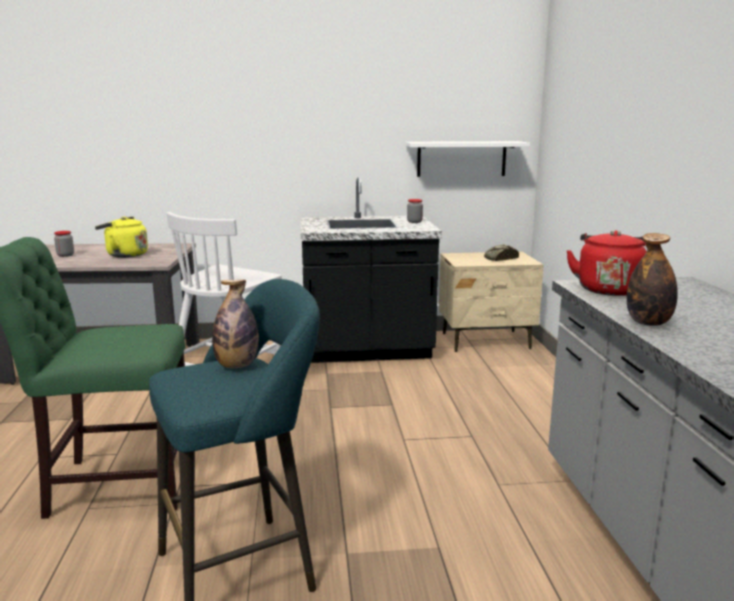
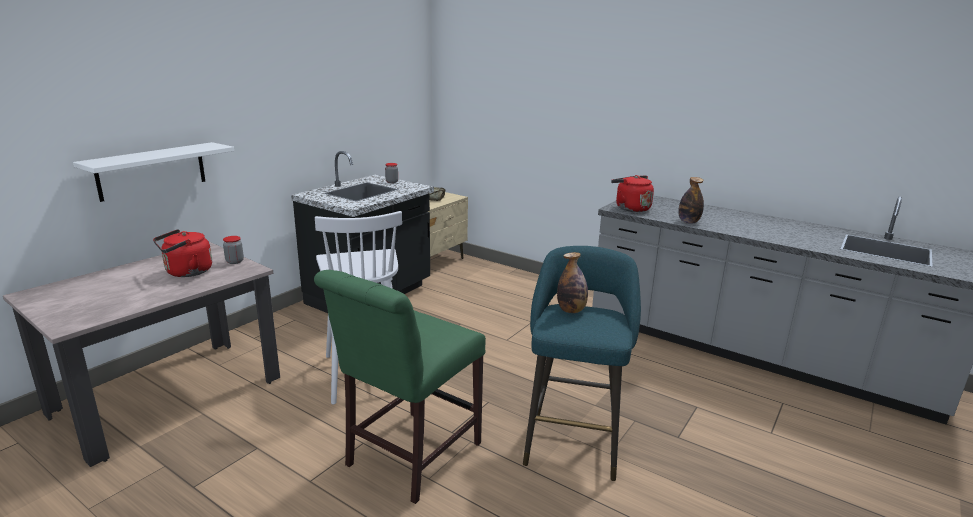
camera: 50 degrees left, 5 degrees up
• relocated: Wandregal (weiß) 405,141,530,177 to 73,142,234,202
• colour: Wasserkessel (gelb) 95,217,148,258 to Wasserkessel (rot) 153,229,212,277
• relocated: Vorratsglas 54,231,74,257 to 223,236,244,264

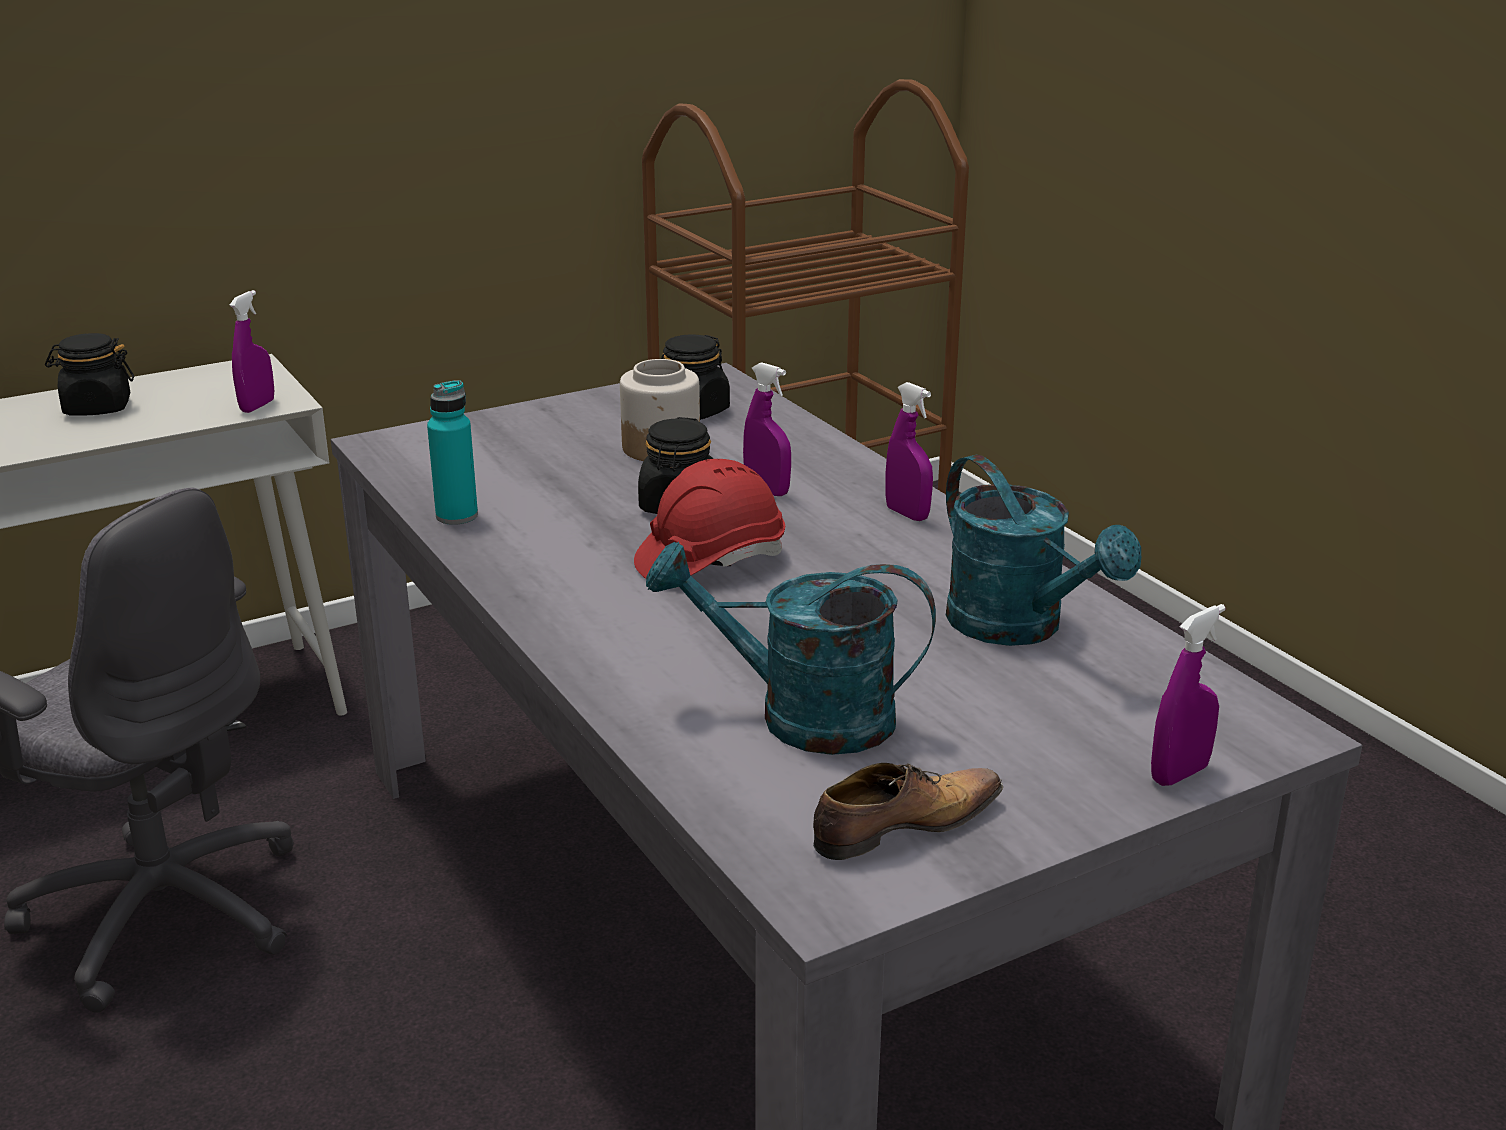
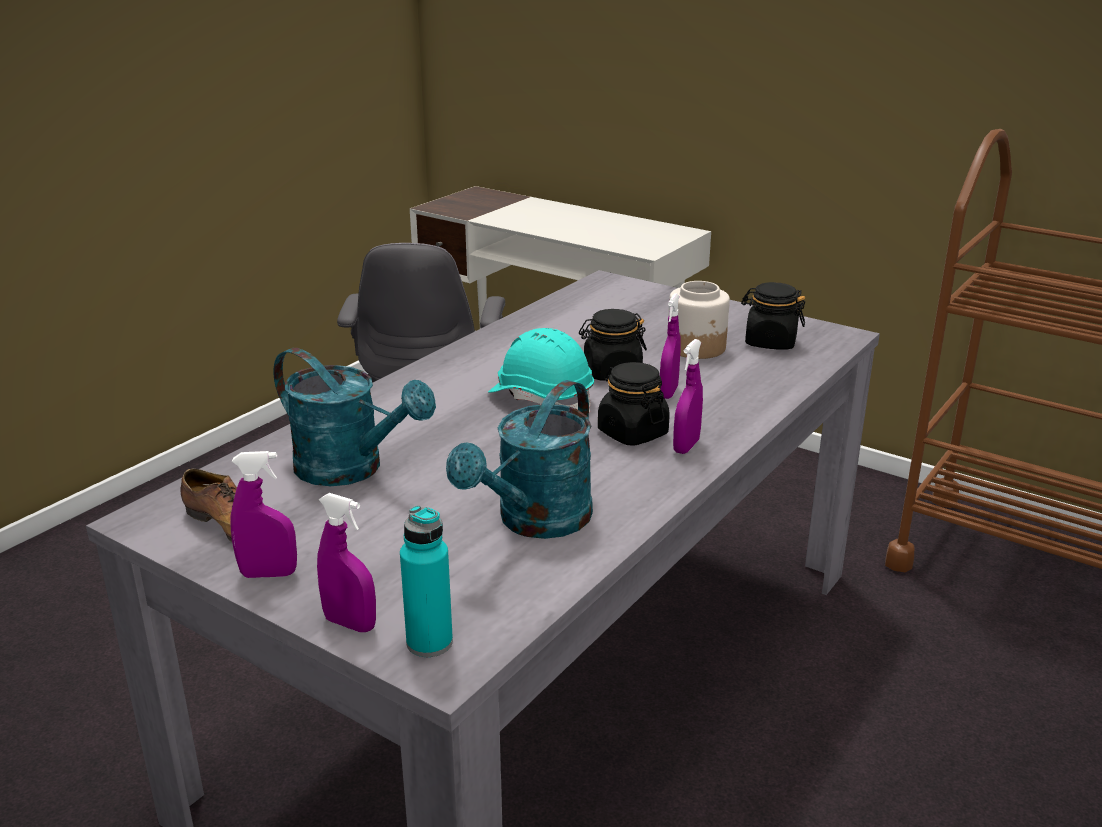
camera: 65 degrees right, 0 degrees up
• relocated: Sprühflasche (lila) 230,290,274,413 to 230,451,297,578
• spun: Gießkanne (türkis) 646,541,936,755 = 273,348,436,486 135 degrees clockwise
• relocated: Flasche (türkis) 427,380,478,525 to 400,505,453,657
• colour: Schutzhelm (rot) 634,459,785,579 to Schutzhelm (türkis) 488,328,594,413
• relocated: Vorratsglas (schwarz) 45,333,134,416 to 598,362,670,446

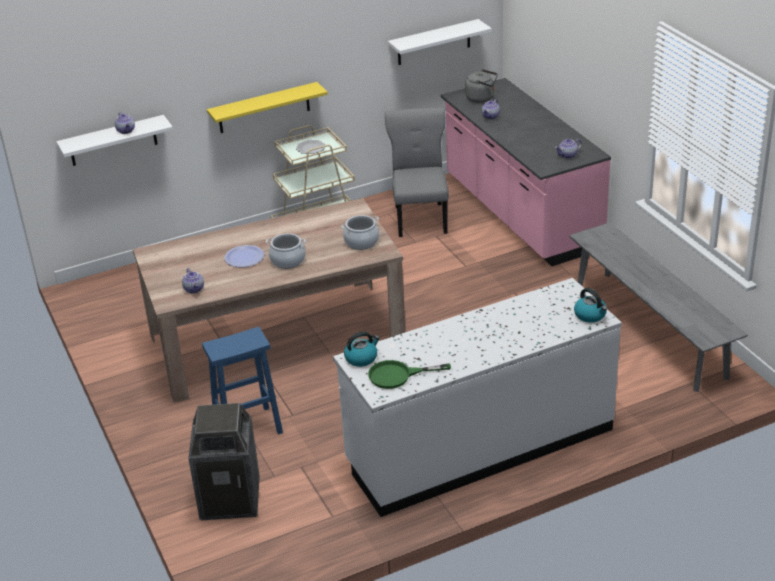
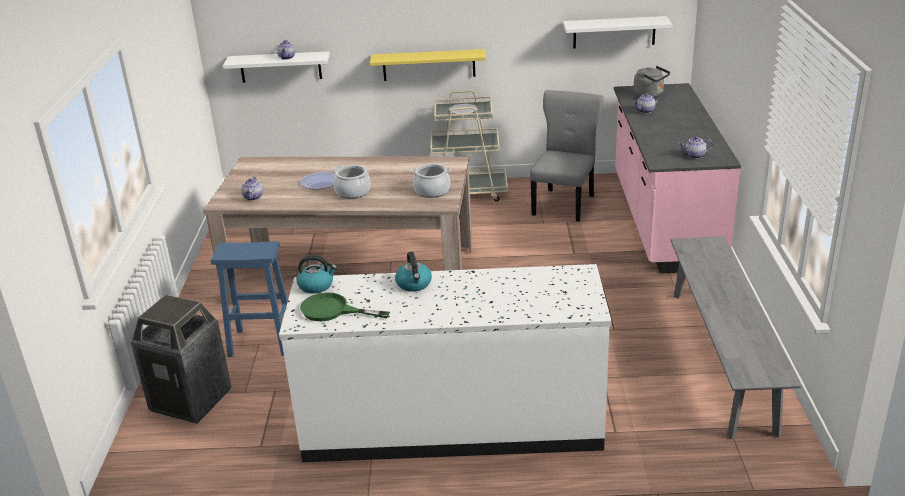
camera: 25 degrees right, 5 degrees down
• relocated: Wasserkessel 574,288,607,323 to 395,252,432,292

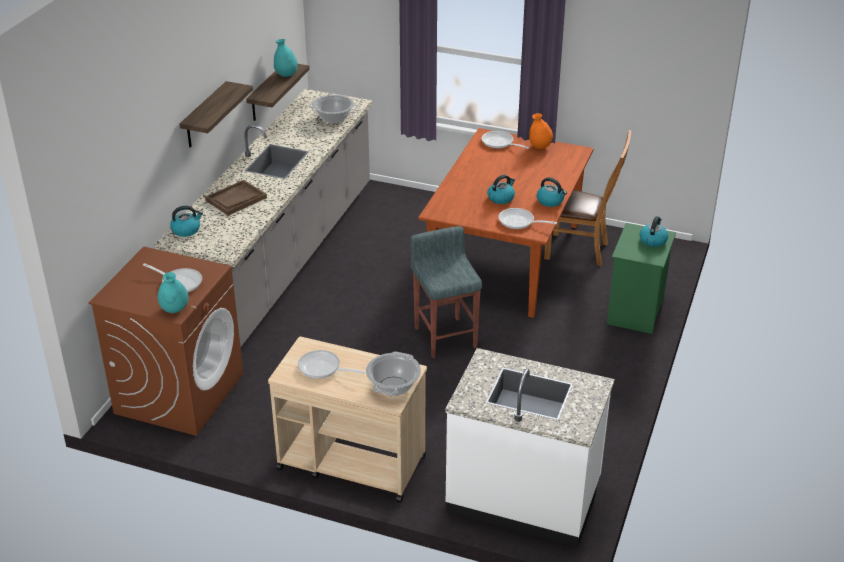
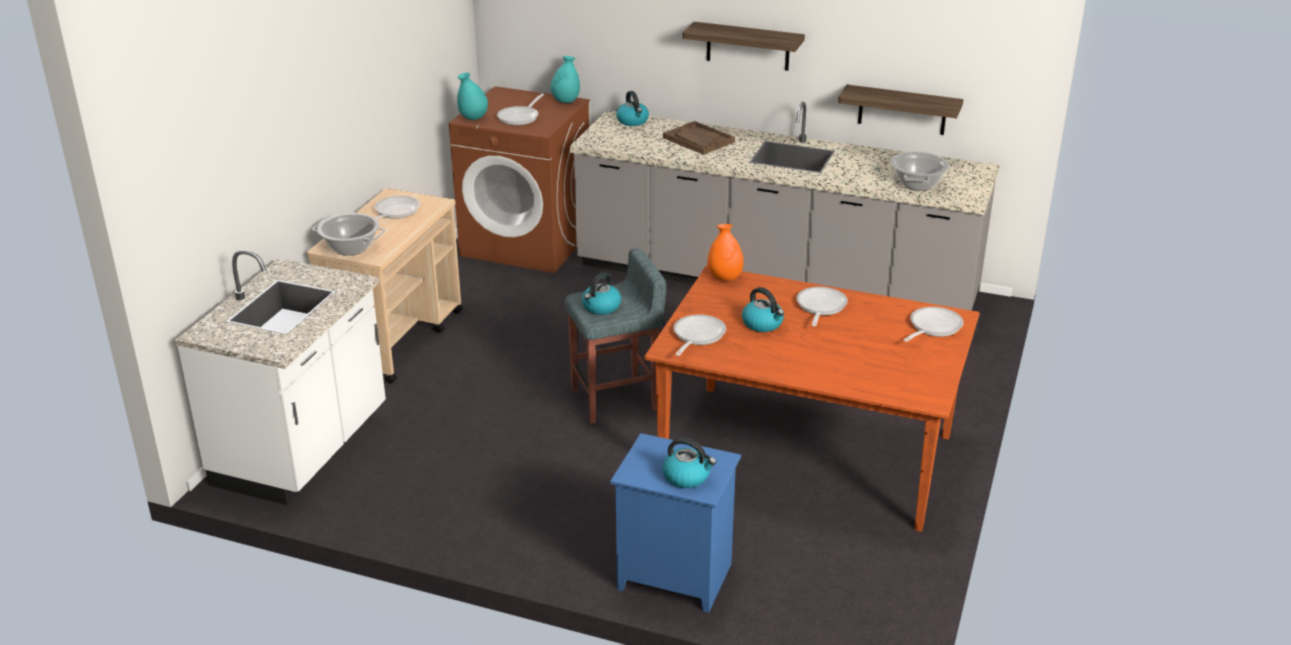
camera: 90 degrees right, 5 degrees down
• relocated: Vase (türkis) 274,39,298,77 to 550,56,580,103
• relocated: Wasserkessel 537,177,567,207 to 582,272,621,315
• colour: Nachttisch (grün) 607,223,676,334 to Nachttisch (blau) 610,433,741,613
• relocated: Vase (orange) 529,113,553,149 to 707,224,744,281
• appeared: Pfanne 796,287,848,326
• missing: Stuhl (braun) 544,130,631,266

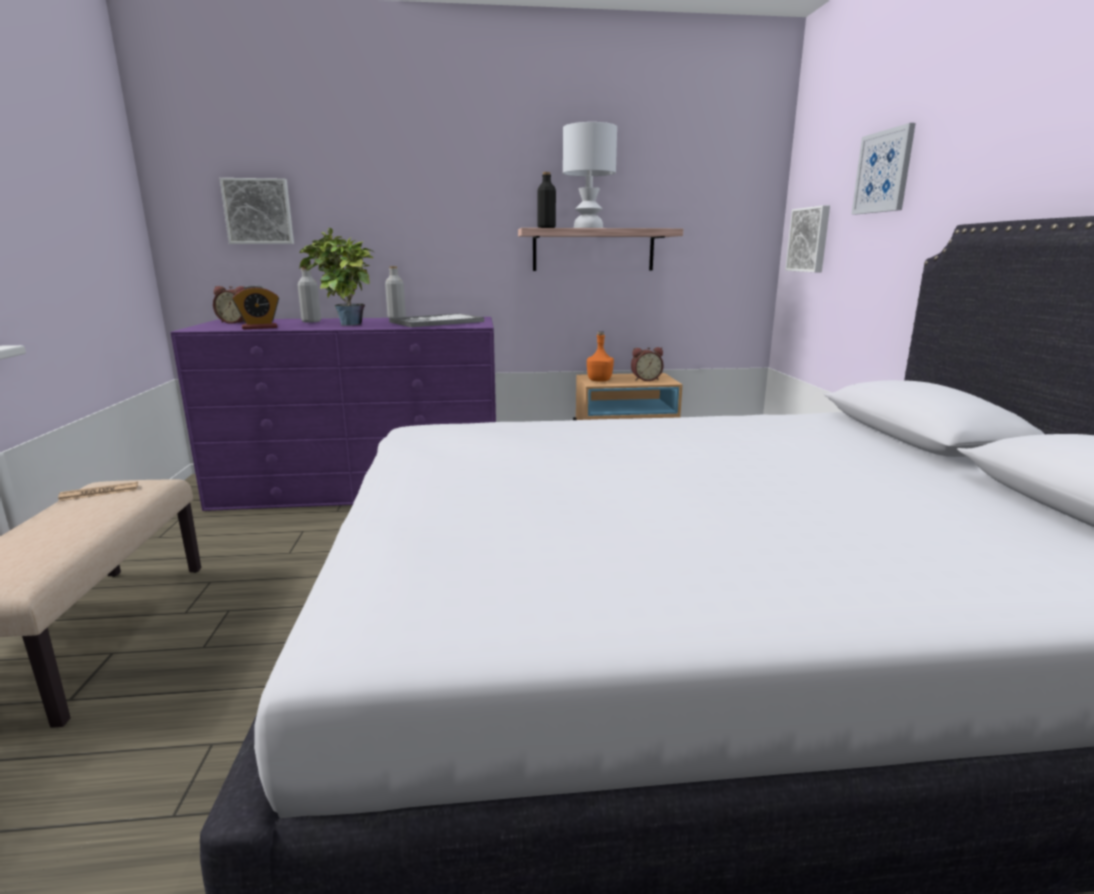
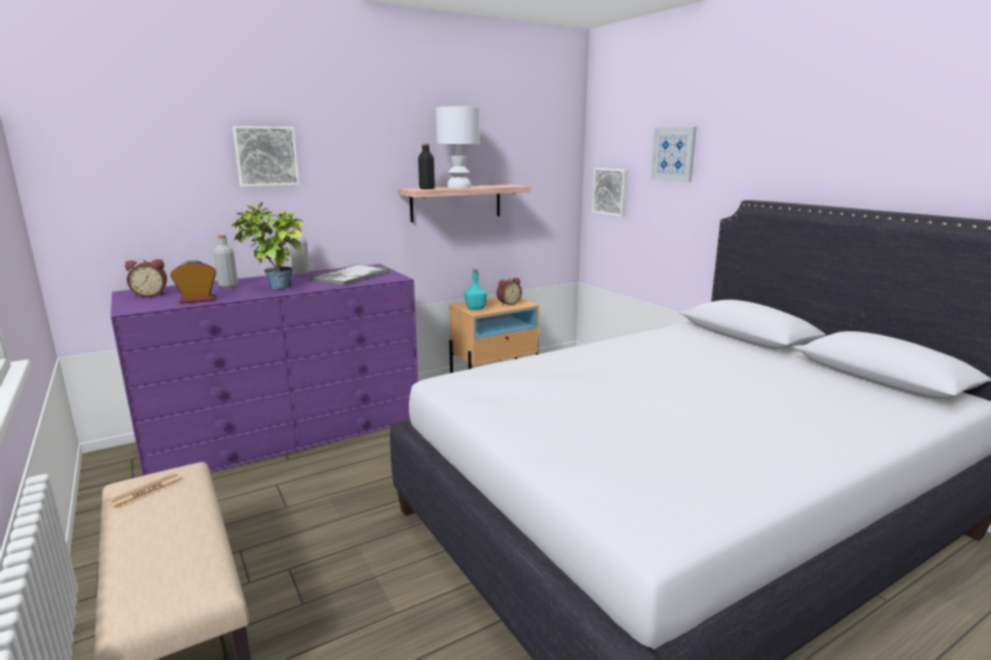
camera: 25 degrees left, 0 degrees up
• spun: Wecker 232,285,279,330 = 170,260,217,304 150 degrees counterclockwise
• relocated: Bild 219,178,294,244 to 232,126,299,187
• colour: Flasche (orange) 587,331,614,382 to Flasche (türkis) 465,269,487,310

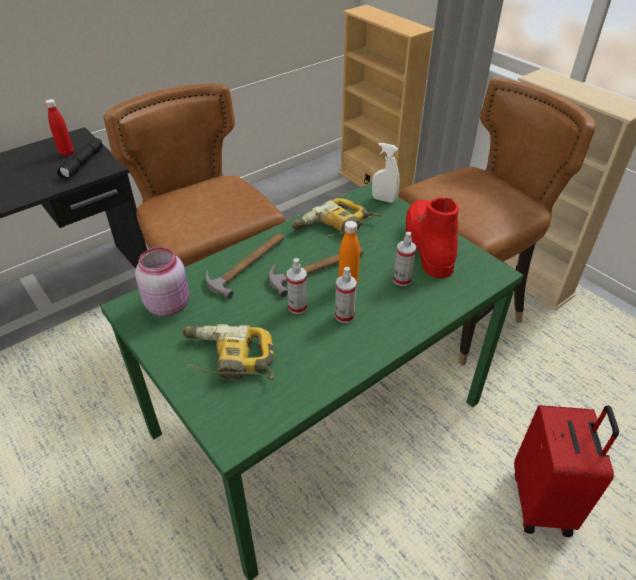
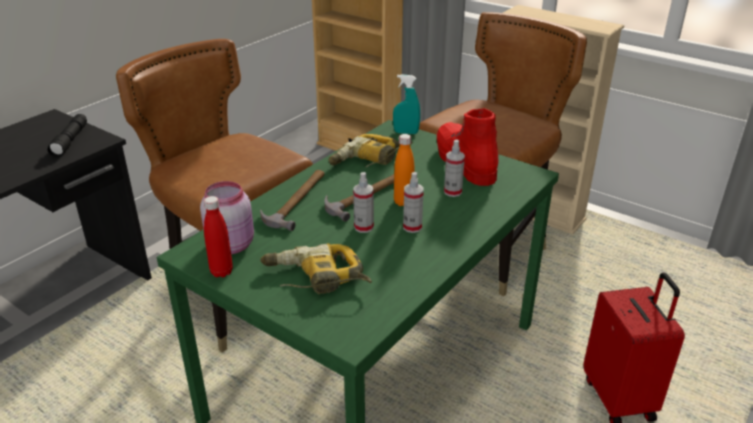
camera: 15 degrees left, 10 degrees down
• relocated: Flasche (rot) 45,99,74,156 to 204,196,233,277
• colour: Sprühflasche (weiß) 372,143,400,203 to Sprühflasche (türkis) 393,74,420,134

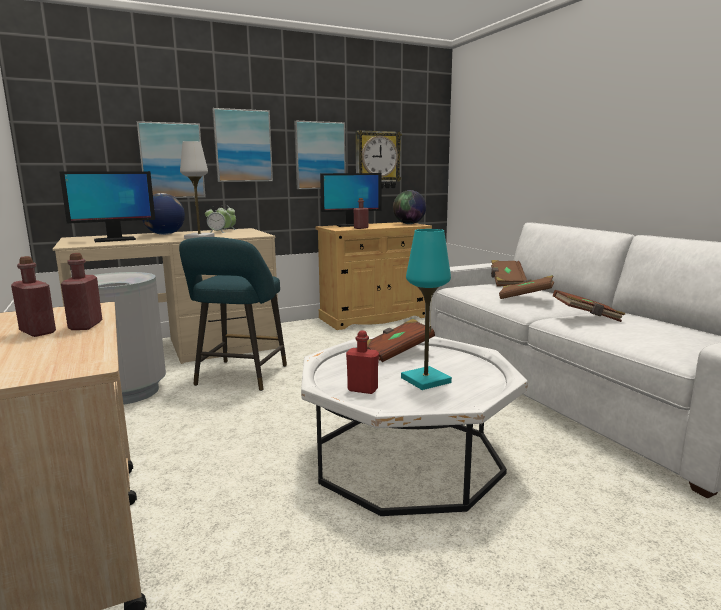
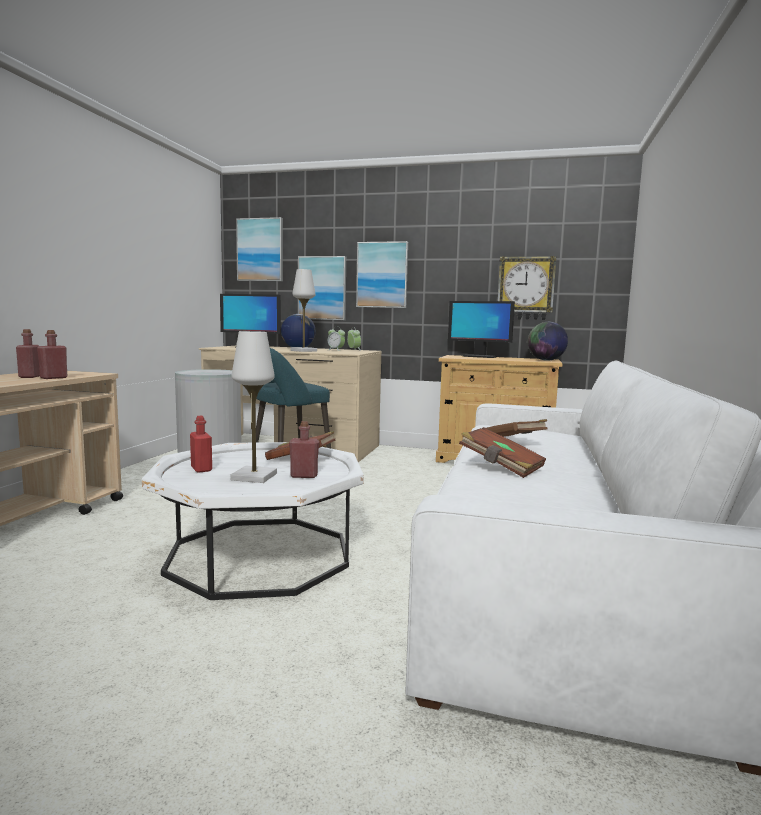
camera: 40 degrees right, 5 degrees down
• colour: Tischlampe (türkis) 401,229,452,390 to Tischlampe (weiß) 230,331,277,483
• relocated: Bild 294,121,346,189 to 236,217,283,281
• relocated: Flasche (rot) 353,198,369,229 to 289,421,319,478
• missing: Buch (braun) 491,260,527,286

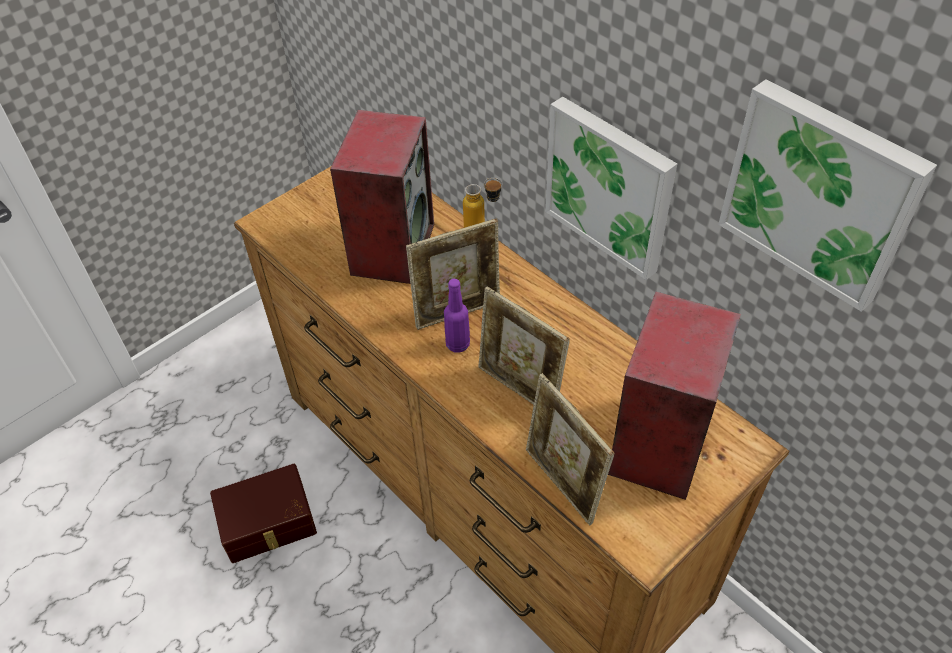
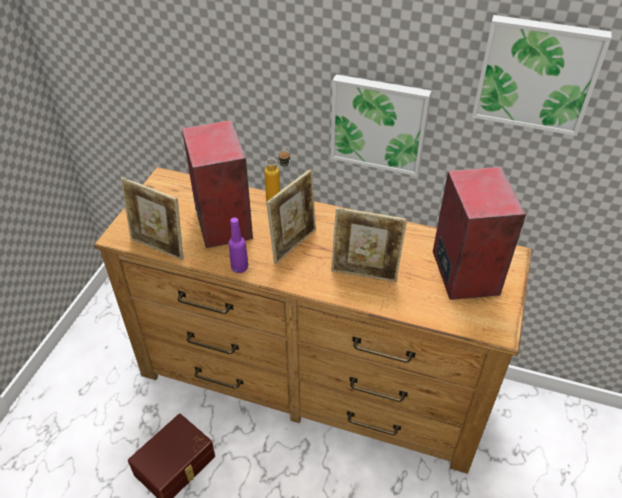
camera: 30 degrees left, 5 degrees down
• relocated: Bilderrahmen 526,373,615,525 to 120,177,184,260
• relocated: Flasche (lila) 444,279,470,353 to 228,217,248,273

